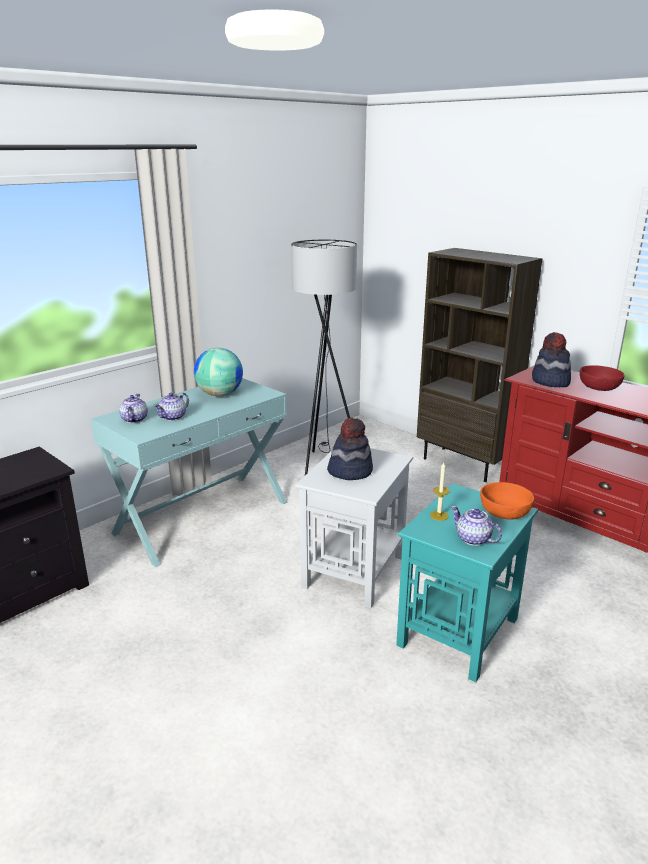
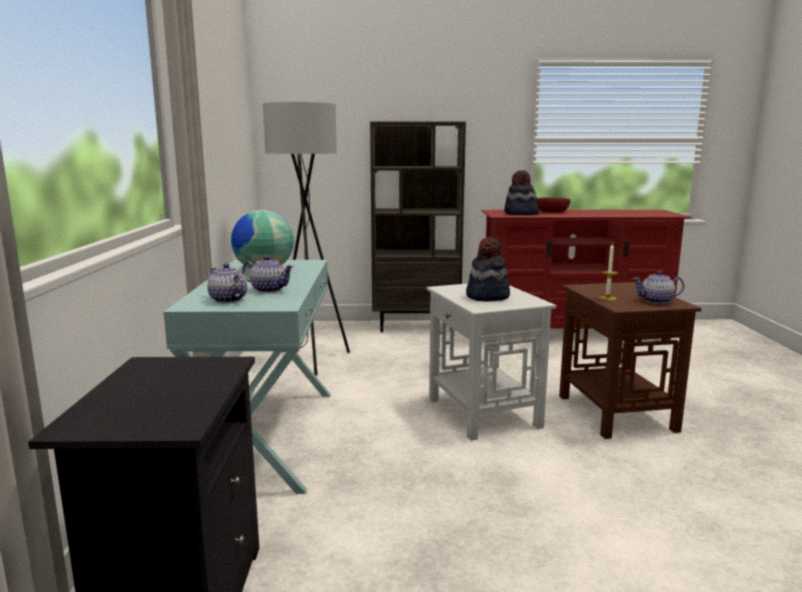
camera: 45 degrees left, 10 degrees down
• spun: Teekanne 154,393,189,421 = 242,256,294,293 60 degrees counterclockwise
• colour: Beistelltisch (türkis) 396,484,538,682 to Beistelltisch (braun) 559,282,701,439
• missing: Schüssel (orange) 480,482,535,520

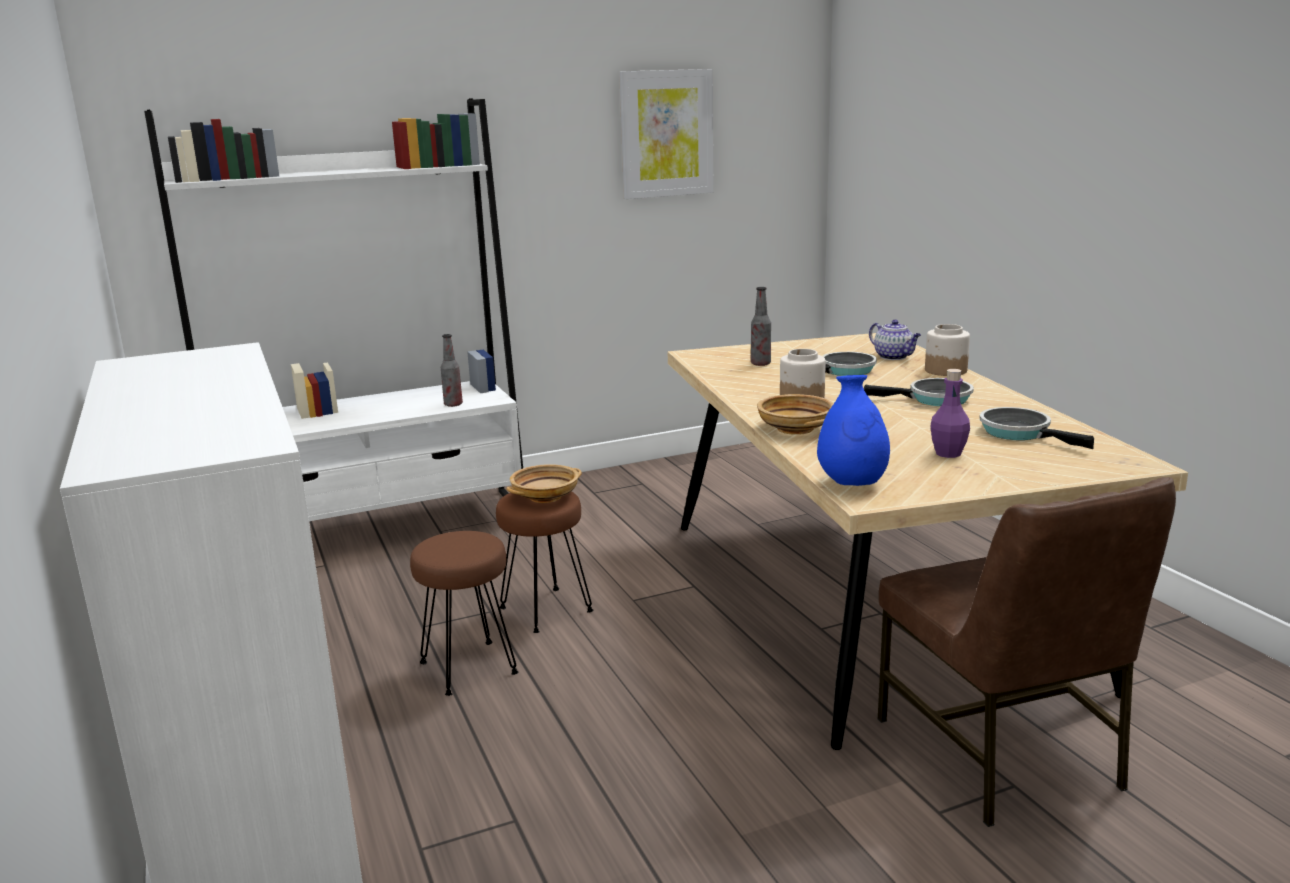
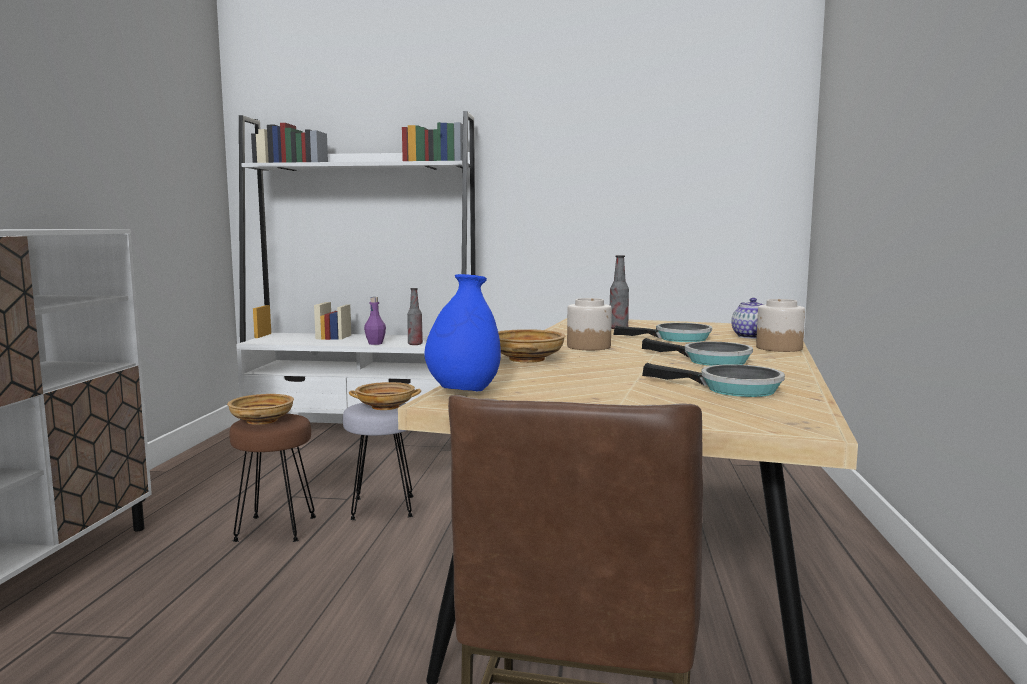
camera: 30 degrees right, 10 degrees down
• appeared: Schüssel (beige) 227,394,294,425
• colour: Hocker (braun) 496,491,593,633 to Hocker (grau) 343,403,414,520
• relocated: Flasche (lila) 931,369,970,458 to 364,297,386,345
• spun: Pfanne 980,407,1094,449 = 642,363,785,397 120 degrees clockwise
• missing: Bild 619,69,714,199

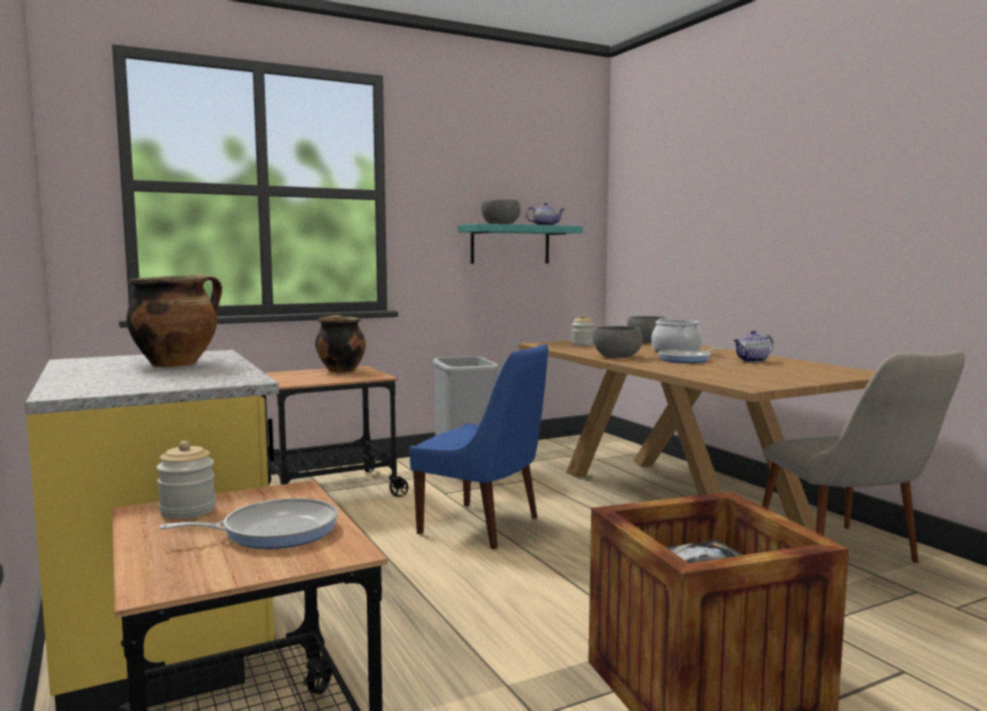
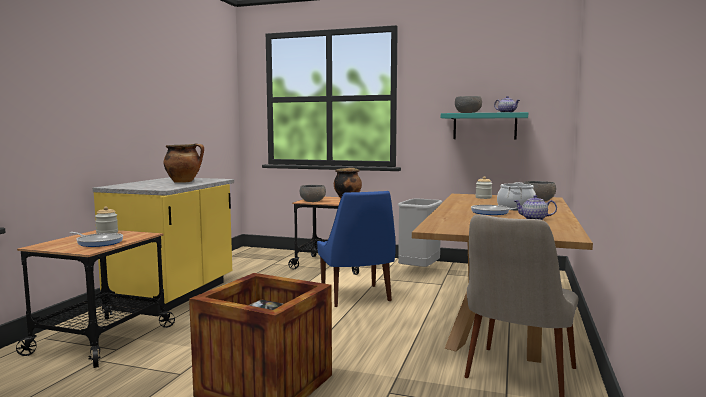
camera: 45 degrees right, 0 degrees up
• relocated: Schüssel (grau) 593,326,643,358 to 300,185,326,202

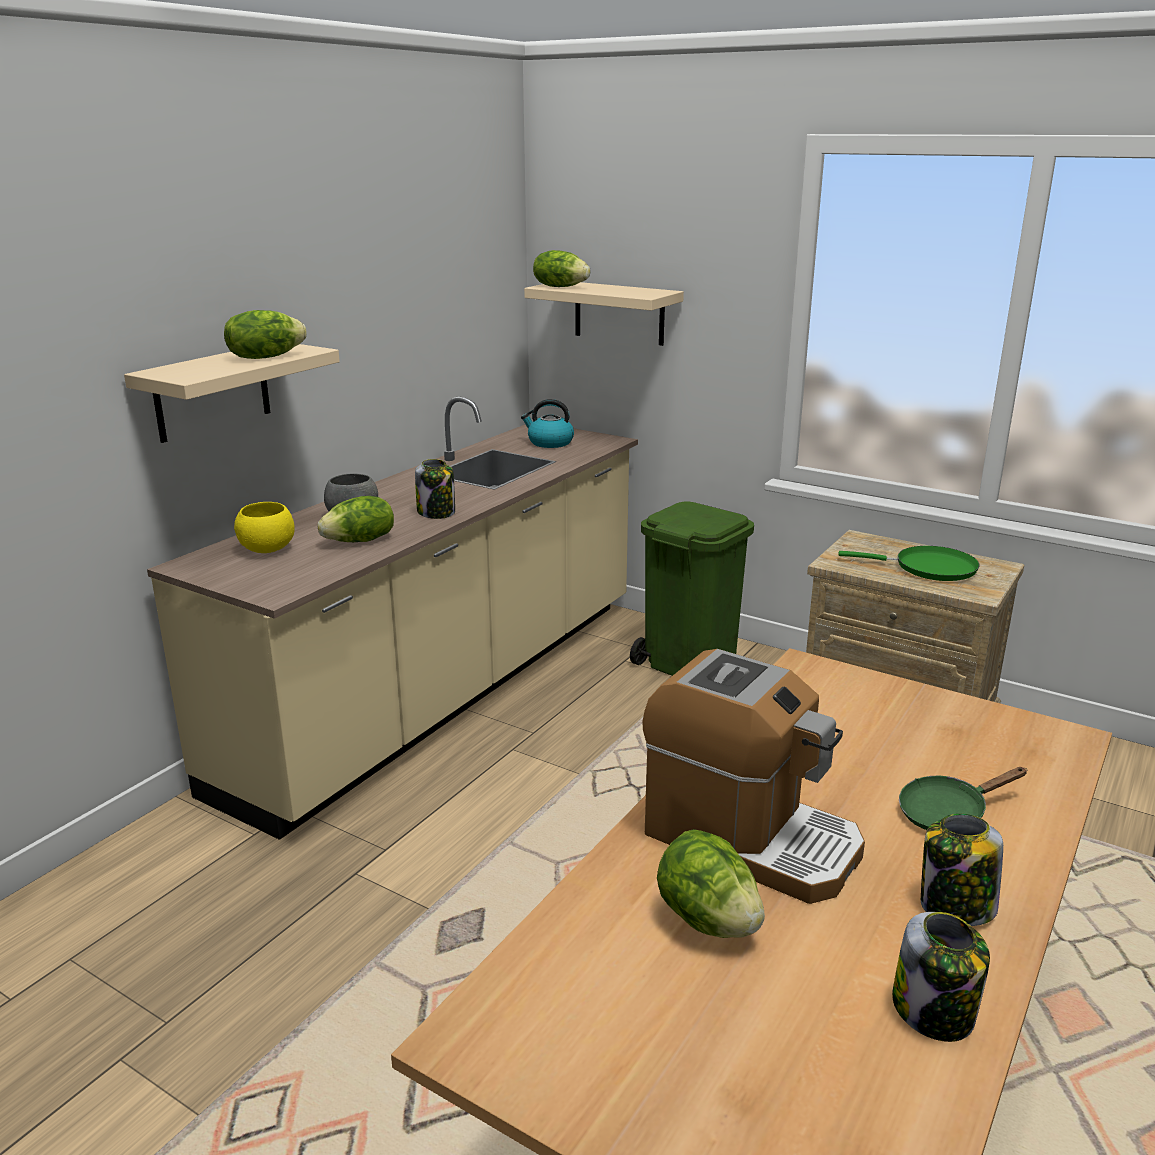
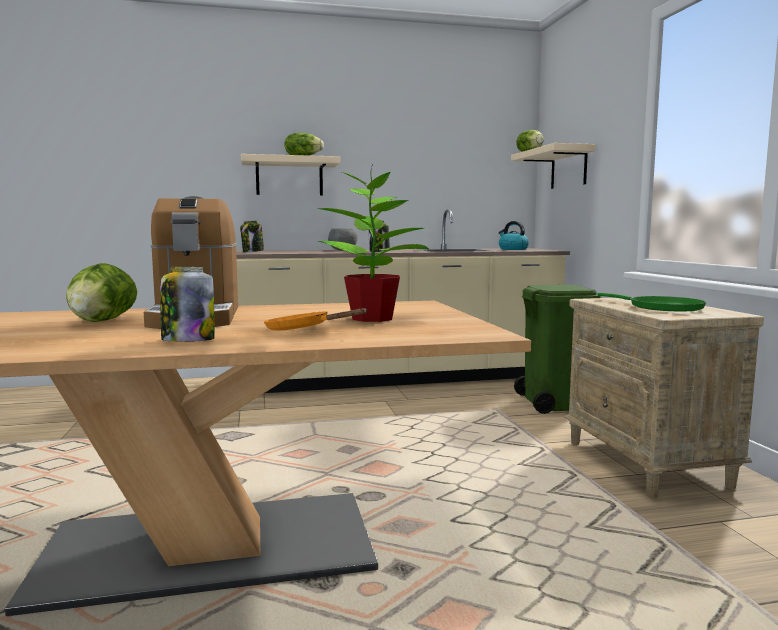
camera: 45 degrees right, 15 degrees down
• relocated: Vorratsglas 892,912,990,1042 to 240,221,264,252
• colour: Pfanne (grün) 899,767,1027,830 to Pfanne (orange) 264,308,367,331
• appeared: Topfpflanze 318,167,429,322
• missing: Schüssel (gelb) 234,502,295,553
• missing: Salatkopf 317,496,394,542

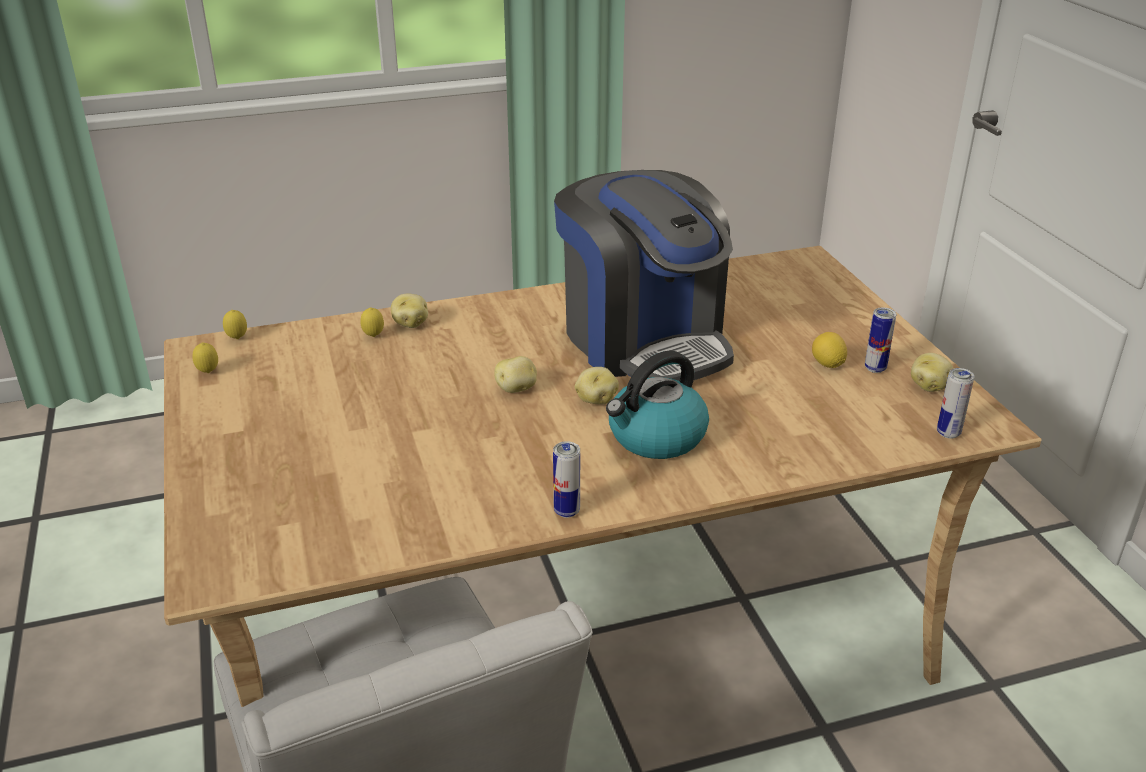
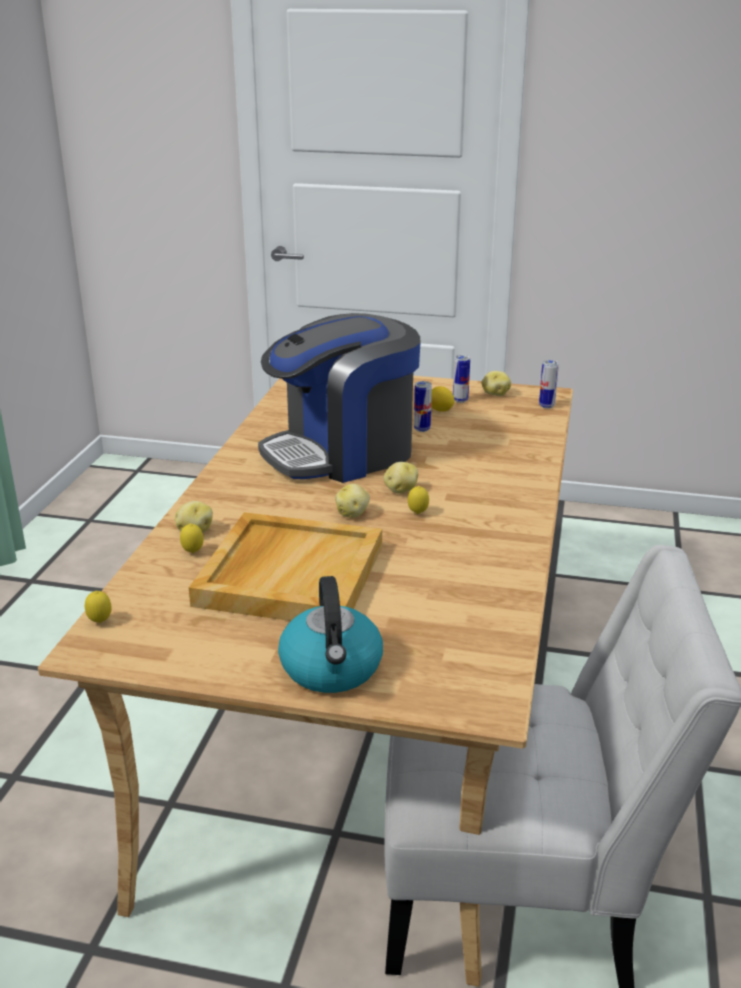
camera: 60 degrees left, 5 degrees down
• appeared: Tablett (beige) 189,512,382,621
• spun: Kaffeemaschine 554,170,734,381 = 258,313,421,483 150 degrees clockwise
• relocated: Wasserkessel 606,351,709,459 to 278,576,383,693
• relocated: Zitrone 193,343,218,373 to 408,486,429,514
• relocated: Dose 553,441,580,518 to 414,381,432,432

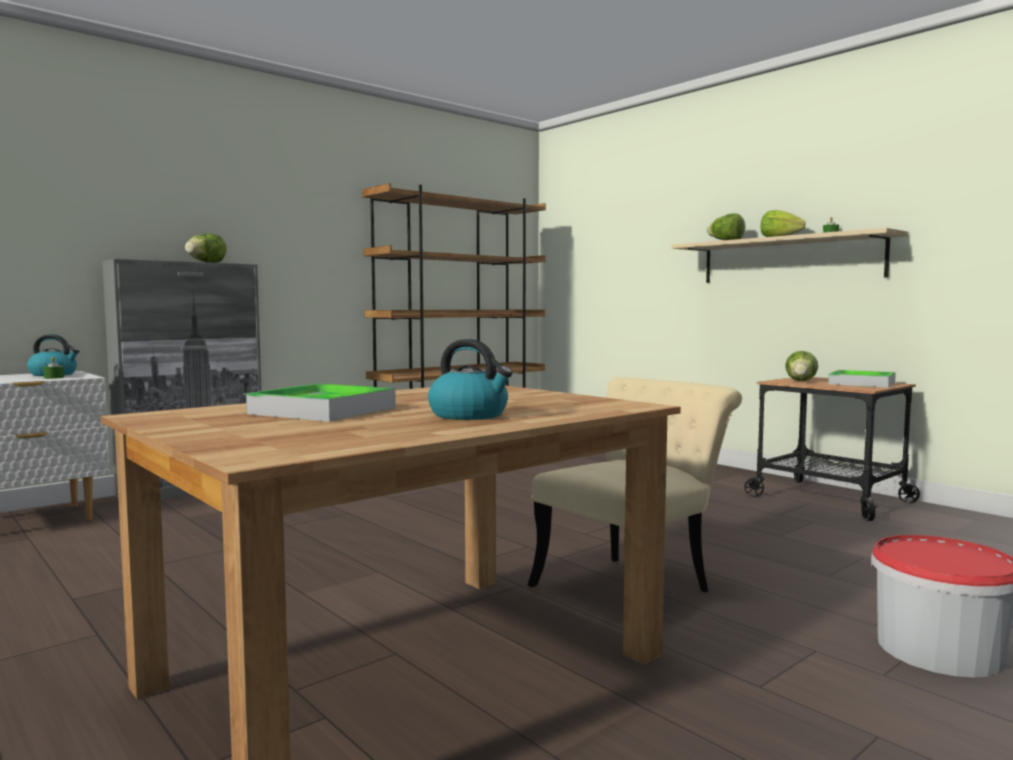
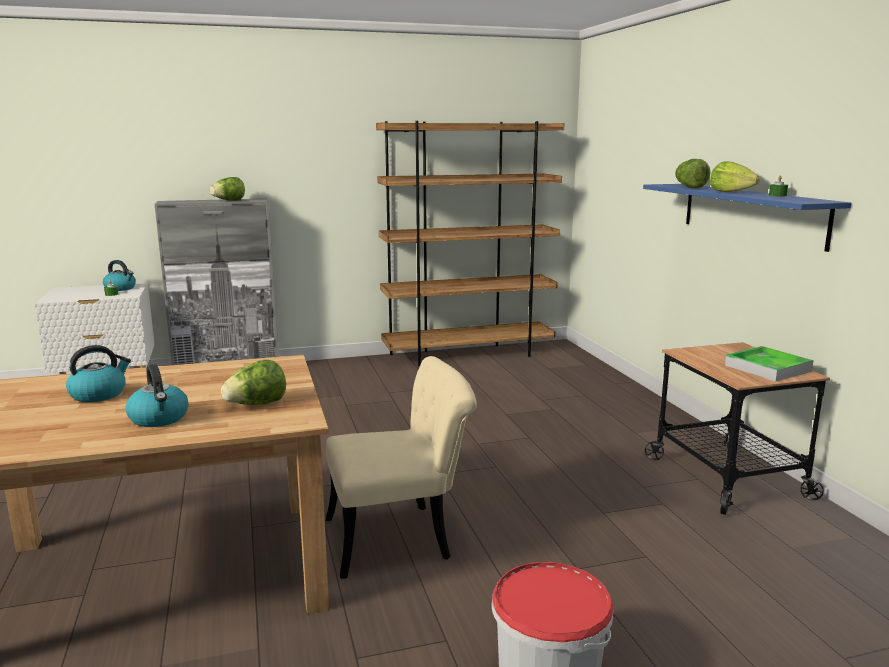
camera: 25 degrees right, 10 degrees up
• exchanged: Tablett 246,384,396,422 to Wasserkessel 66,345,131,402
• relocated: Salatkopf 786,351,818,381 to 221,360,286,405
• colour: Wandregal (beige) 671,228,908,283 to Wandregal (blau) 643,184,851,252

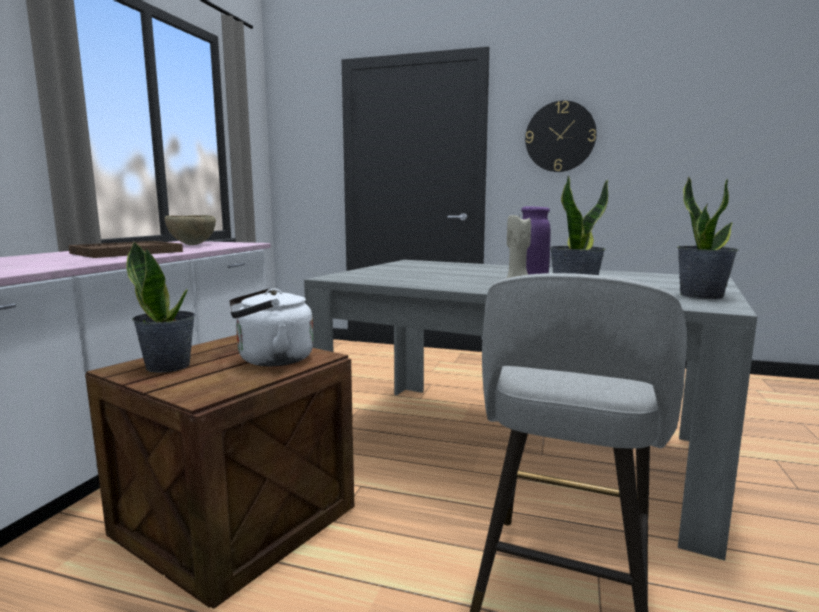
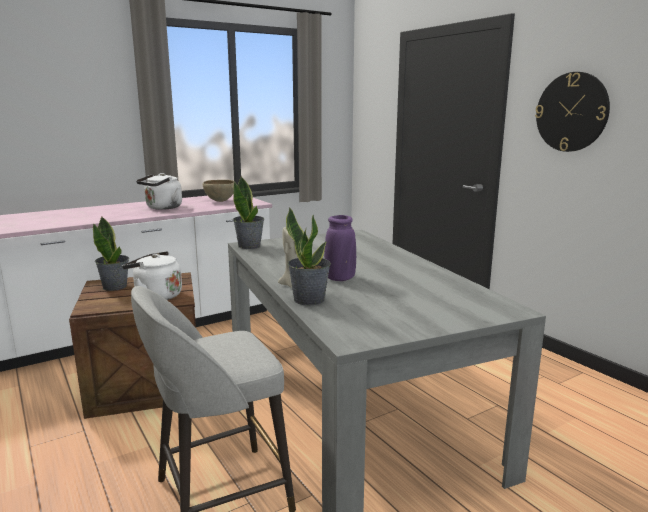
camera: 40 degrees right, 5 degrees up
• exchanged: Tablett (braun) 68,241,183,258 to Wasserkessel (weiß) 136,173,182,210
• relocated: Topfpflanze 677,176,738,299 to 233,176,264,249

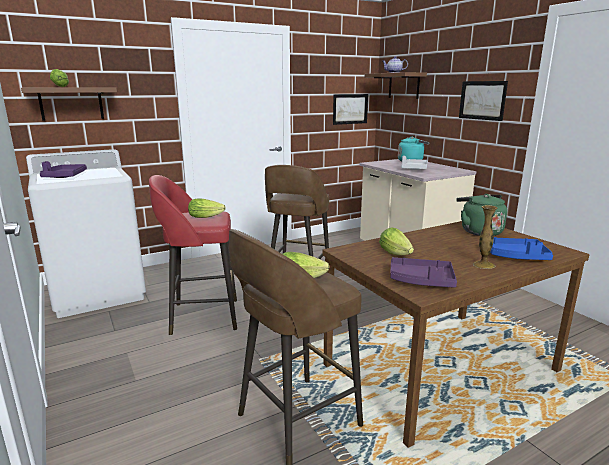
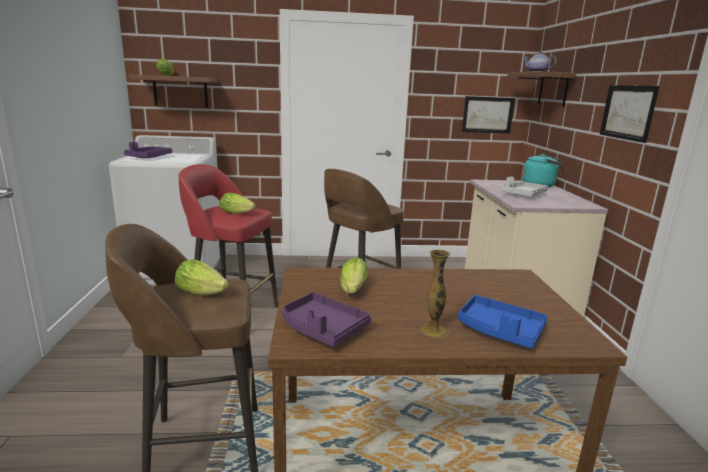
camera: 25 degrees right, 0 degrees up
• missing: Wasserkessel (grün) 456,194,507,236

